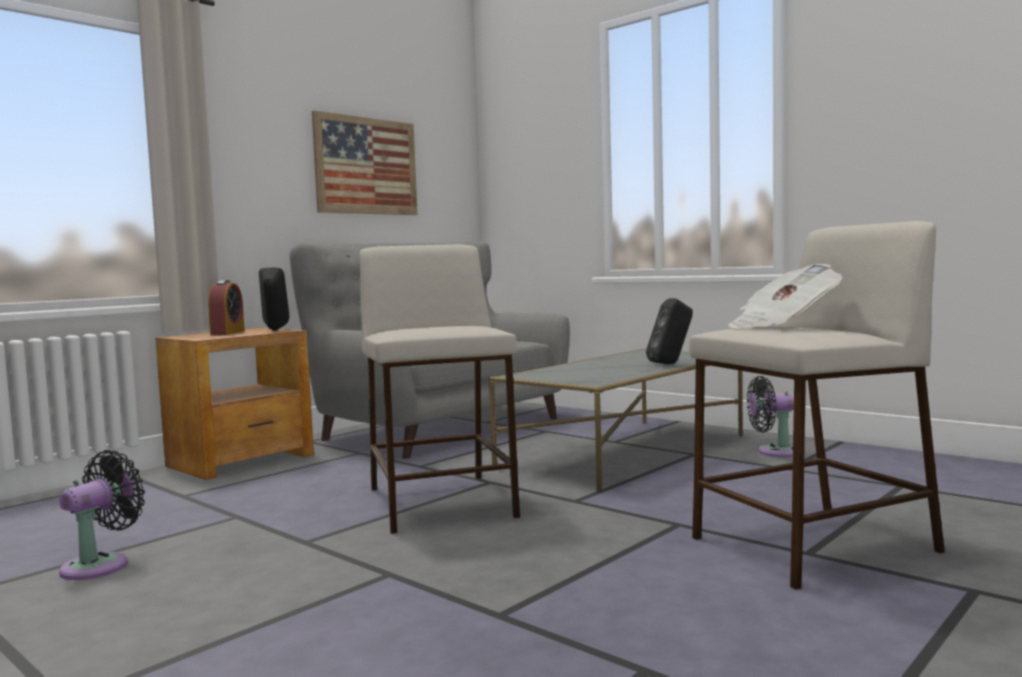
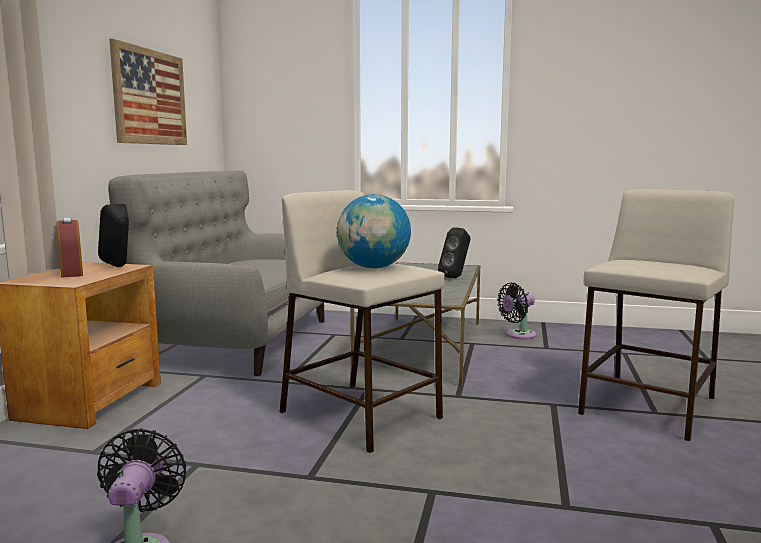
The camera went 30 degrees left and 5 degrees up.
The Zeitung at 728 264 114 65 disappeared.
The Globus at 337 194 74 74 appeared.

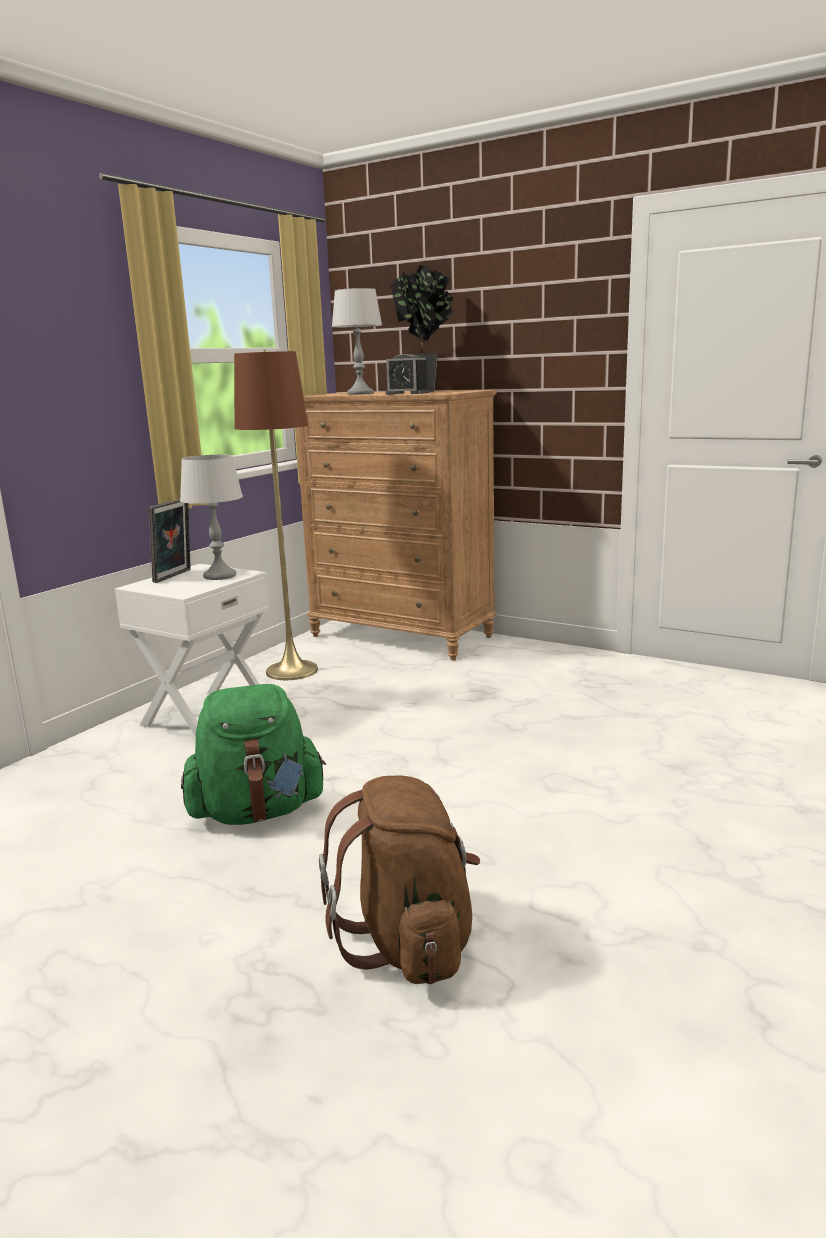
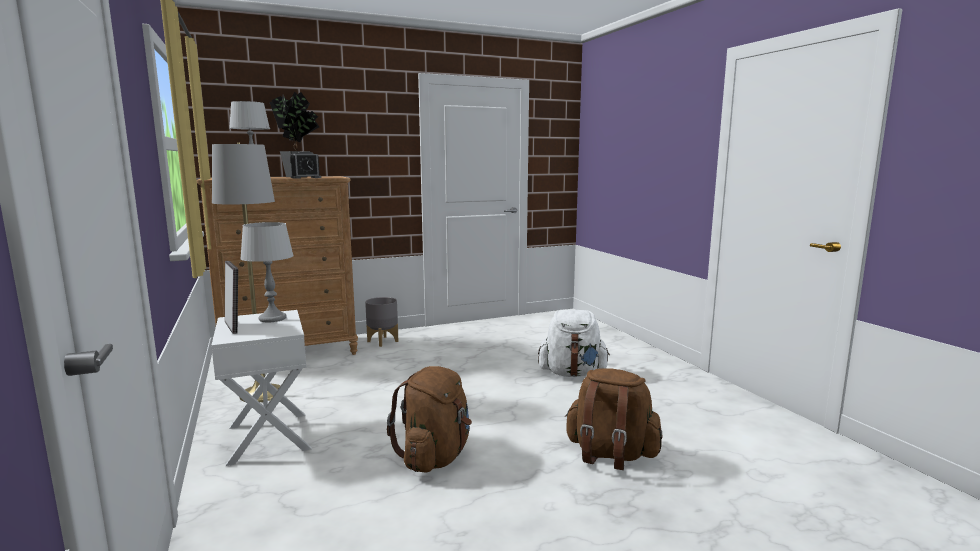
The camera went 55 degrees left and 5 degrees down.
The Stehlampe/braun at 234 350 84 330 became the Stehlampe/grau at 212 142 69 260.
The Rucksack/grün at 181 684 145 141 became the Rucksack/braun at 387 366 85 107.
The Pflanzkübel/grau at 365 297 33 50 appeared.
The Rucksack/weiß at 538 309 72 68 appeared.

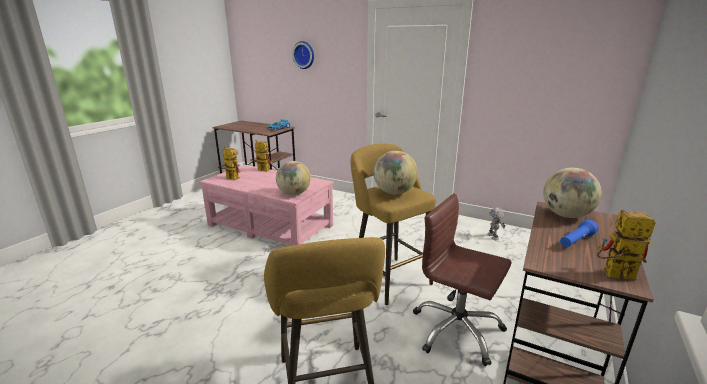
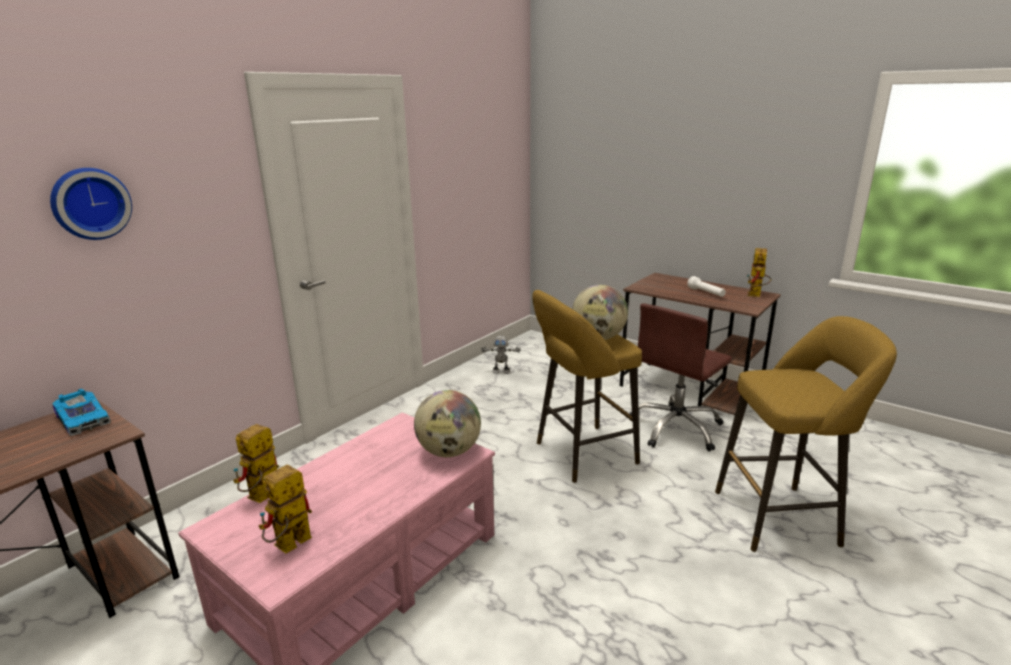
The camera went 80 degrees left and 0 degrees up.
The Globus at 543 168 59 50 disappeared.
The Taschenlampe/blau at 560 220 39 27 became the Taschenlampe/weiß at 687 276 39 21.

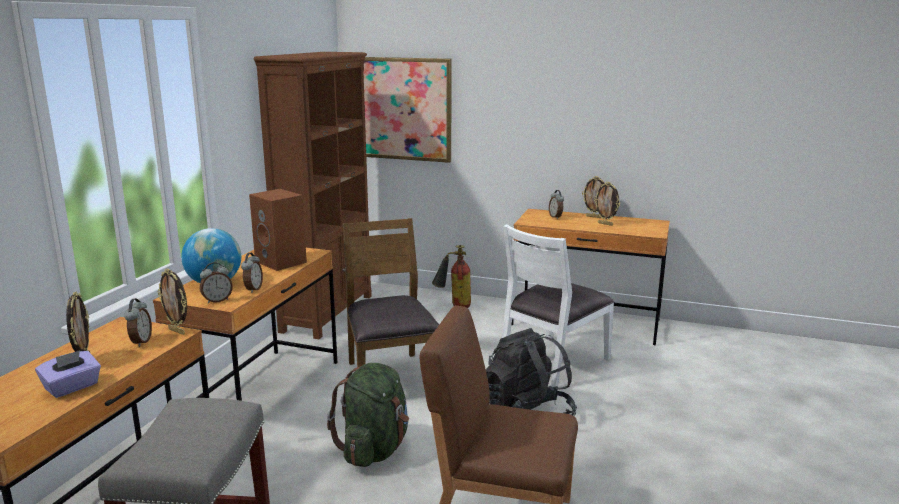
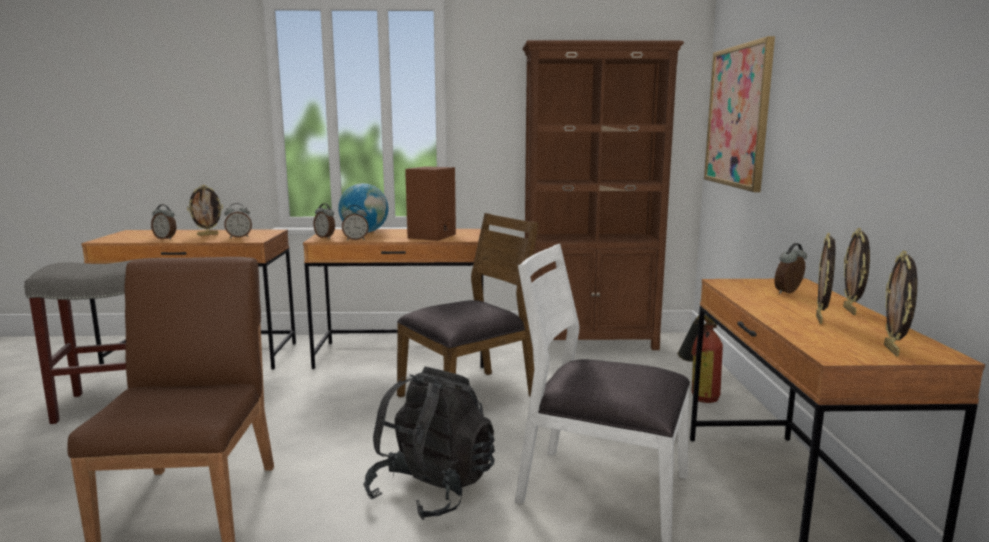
The camera went 70 degrees right and 5 degrees down.
The Bilderrahmen moved from 158 268 29 67 to 884 251 33 105.
The Taschentuchbox/lila at 35 350 66 48 was replaced by the Wecker at 151 204 26 36.
The Rucksack/grün at 327 363 82 104 disappeared.

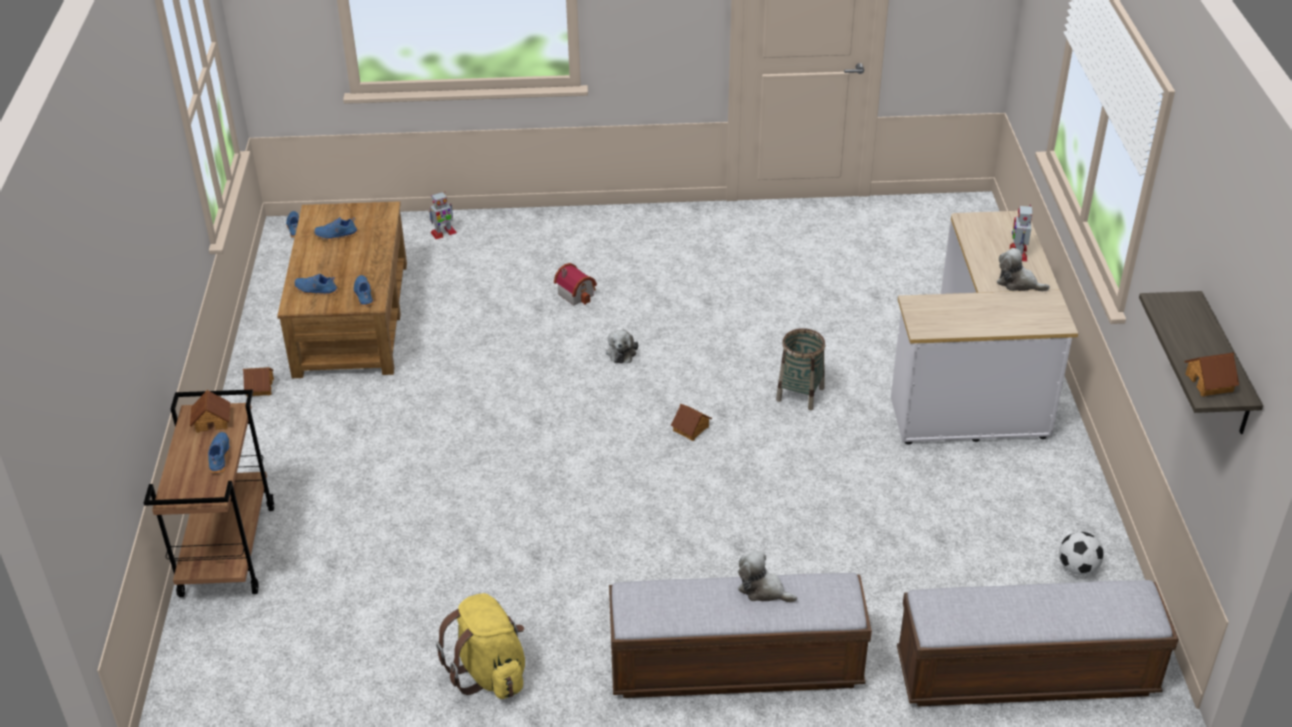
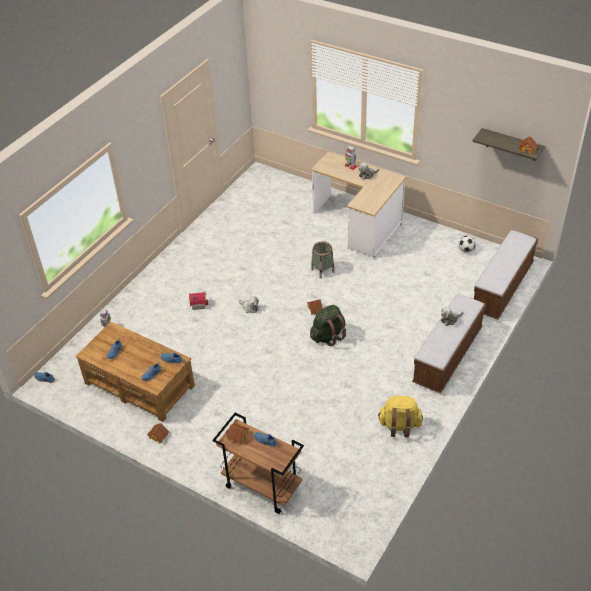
The camera went 55 degrees left and 5 degrees up.
The Rucksack/grün at 310 305 36 42 appeared.

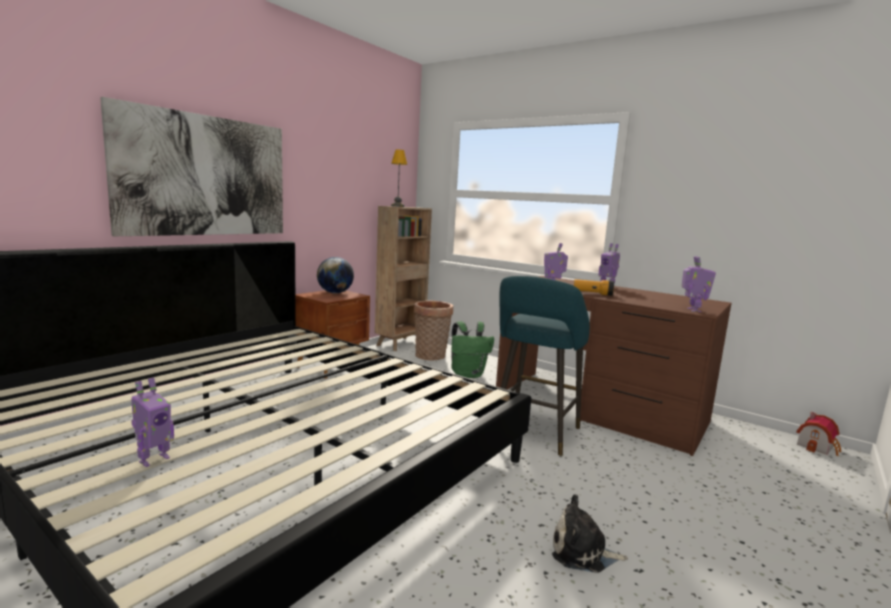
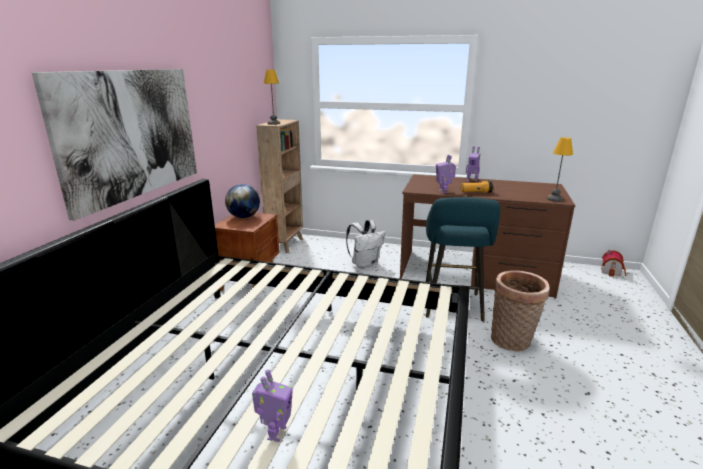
The camera went 20 degrees left and 10 degrees up.
The Spielzeugroboter at 681 256 35 56 was replaced by the Tischlampe at 547 137 26 65.
The Korb moved from 414 300 39 60 to 491 270 59 81.
The Rucksack/grün at 451 321 43 57 became the Rucksack/weiß at 346 220 39 49.
The Plüschtier at 553 494 75 79 disappeared.

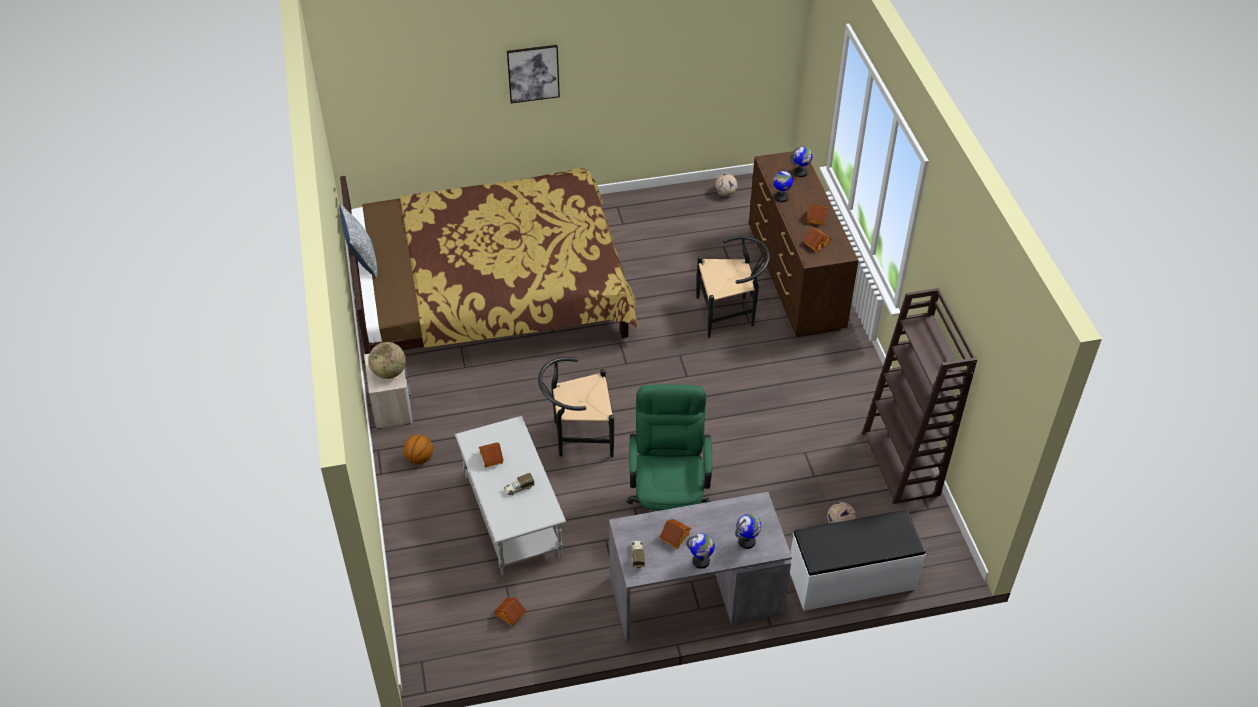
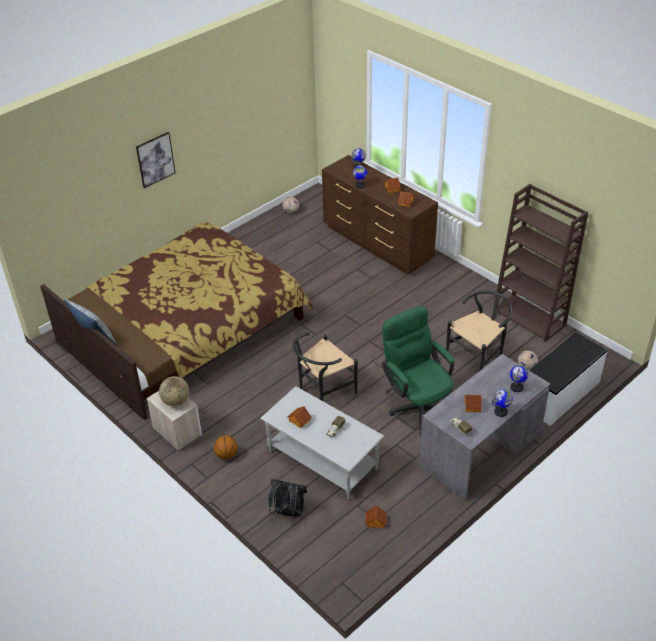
The camera went 30 degrees left and 5 degrees down.
The Stuhl/schwarz moved from 696 236 74 102 to 446 291 66 79.
The Rucksack/schwarz at 268 479 39 39 appeared.

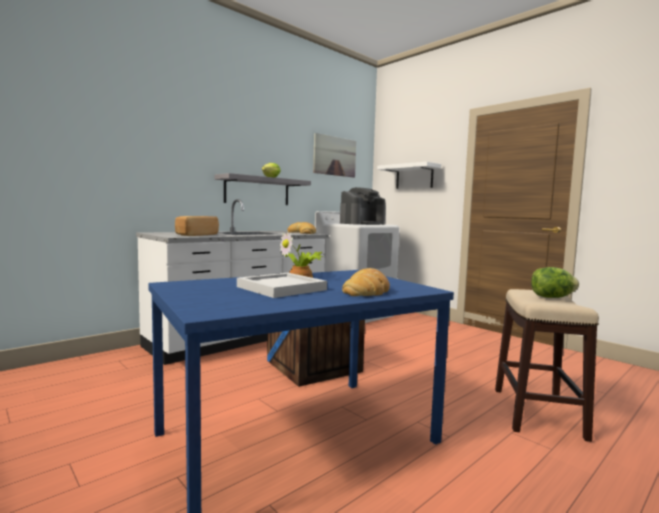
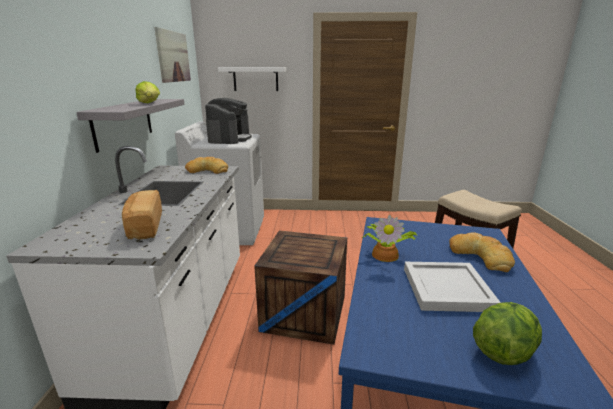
The camera went 45 degrees left and 15 degrees up.
The Salatkopf moved from 531 267 48 31 to 473 302 69 63.

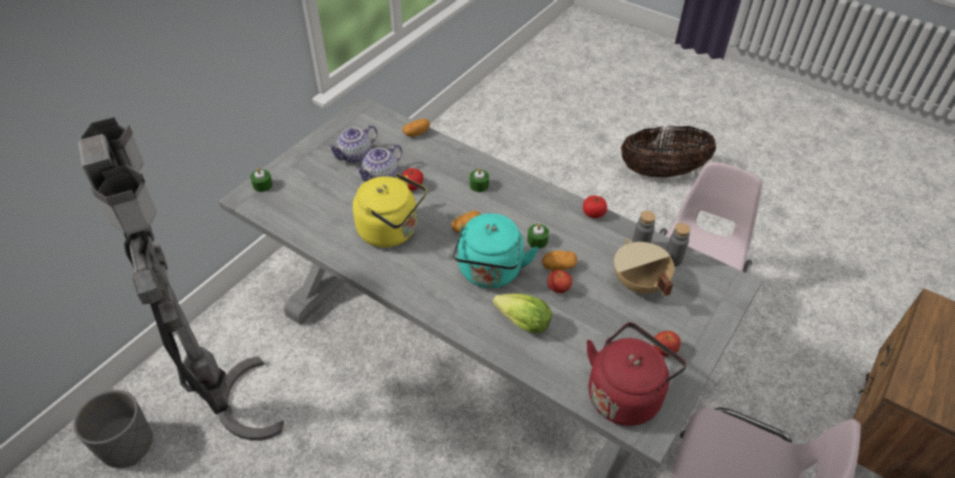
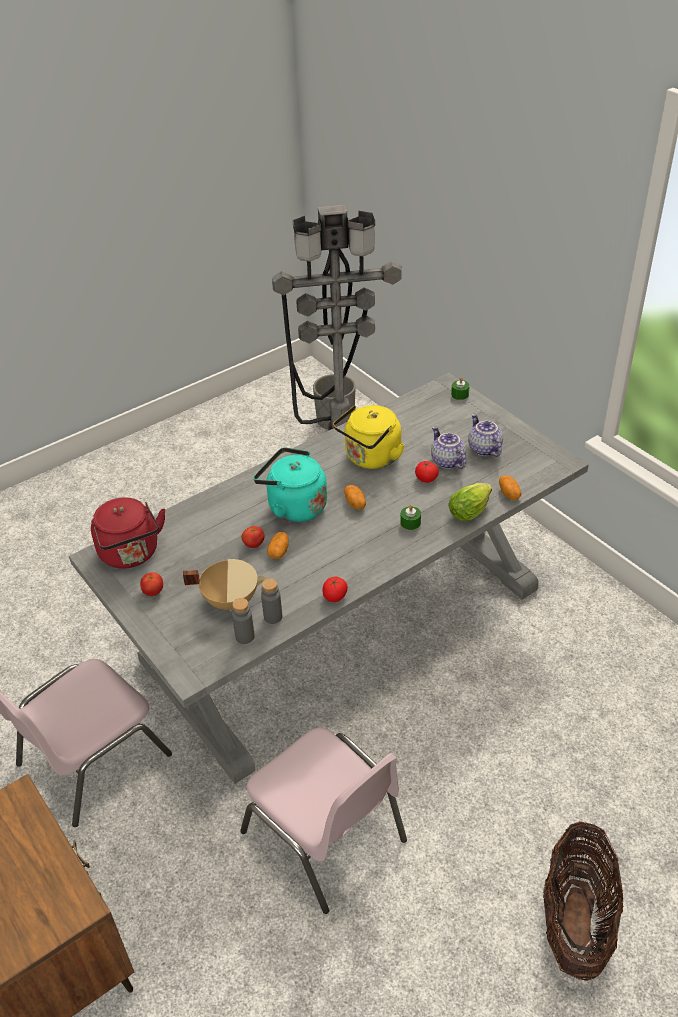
The camera went 110 degrees right and 5 degrees down.
The Kerze/grün at 527 223 22 26 disappeared.
The Salatkopf moved from 493 293 59 40 to 448 483 44 38.

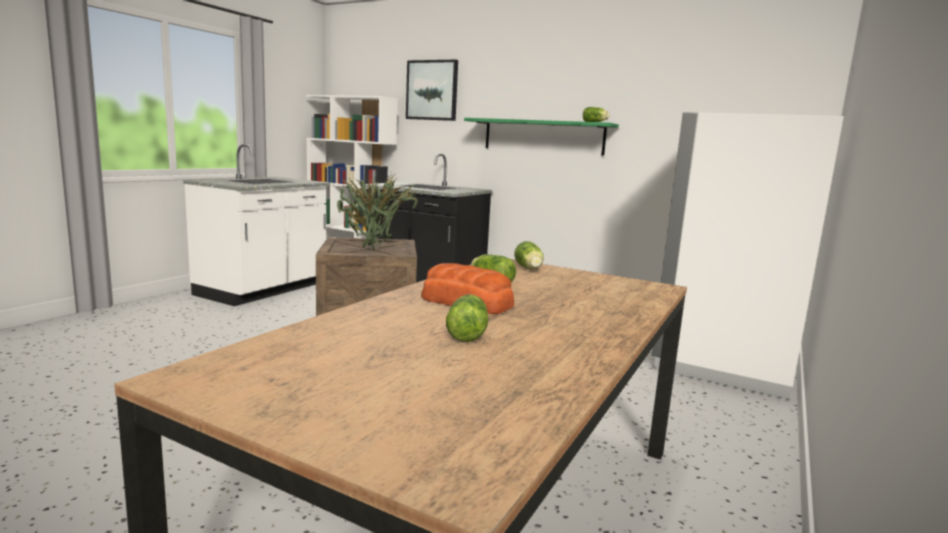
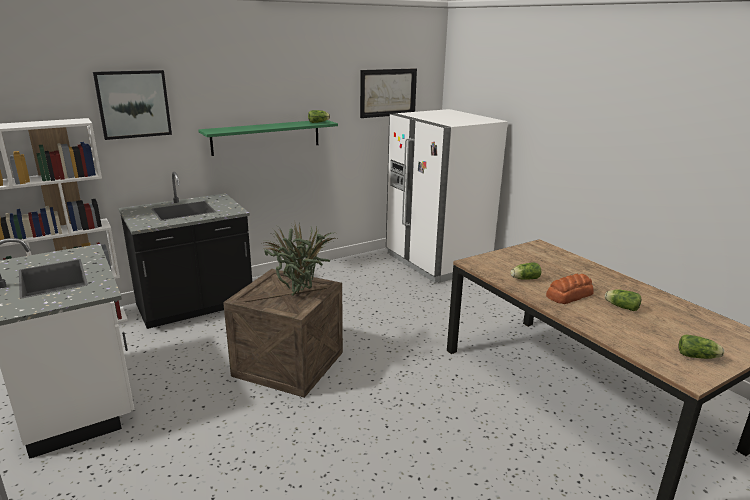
The camera went 60 degrees left and 10 degrees up.
The Salatkopf moved from 514 241 30 28 to 678 334 46 25.
The Bild at 360 68 57 50 appeared.

